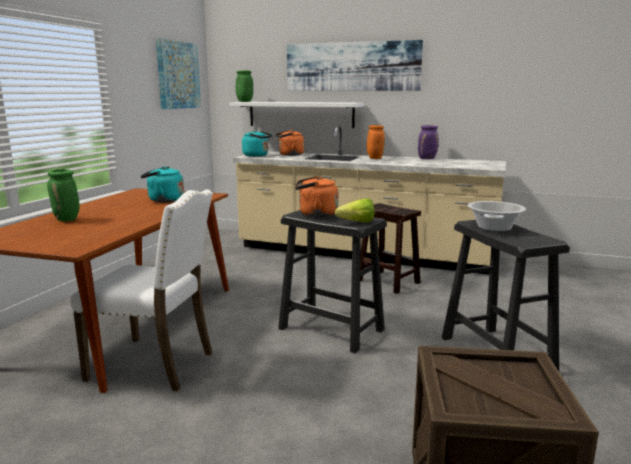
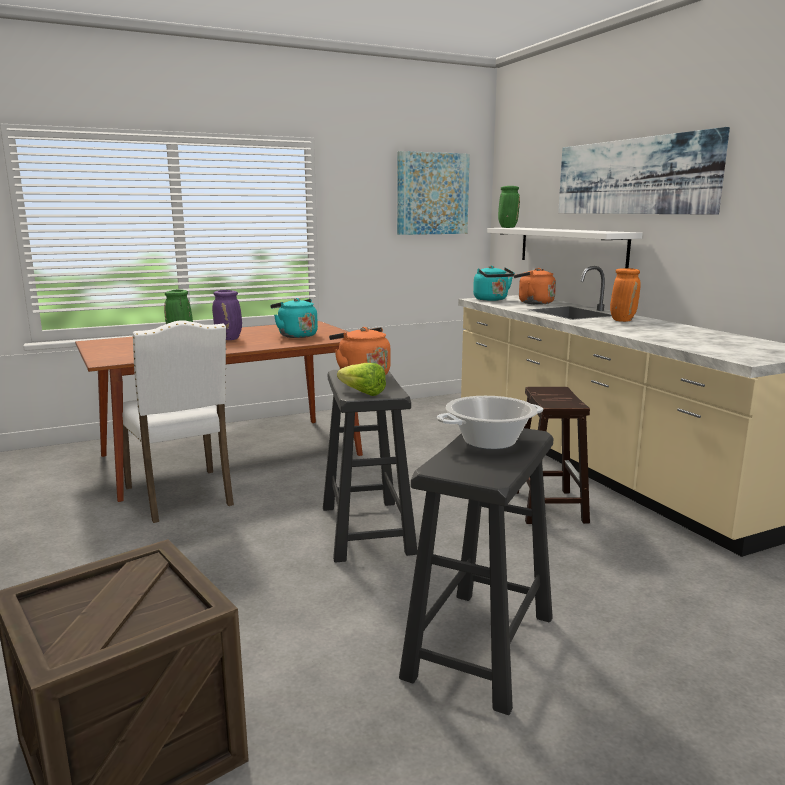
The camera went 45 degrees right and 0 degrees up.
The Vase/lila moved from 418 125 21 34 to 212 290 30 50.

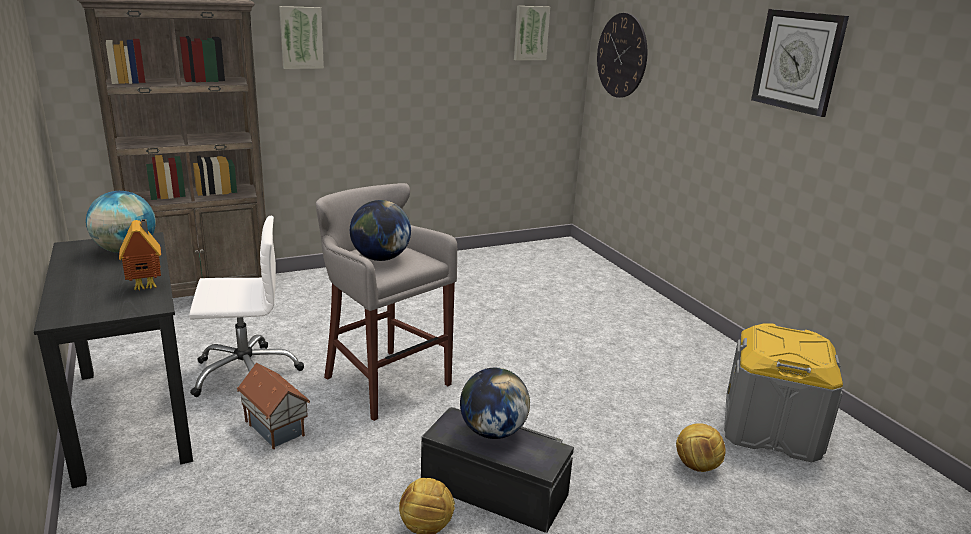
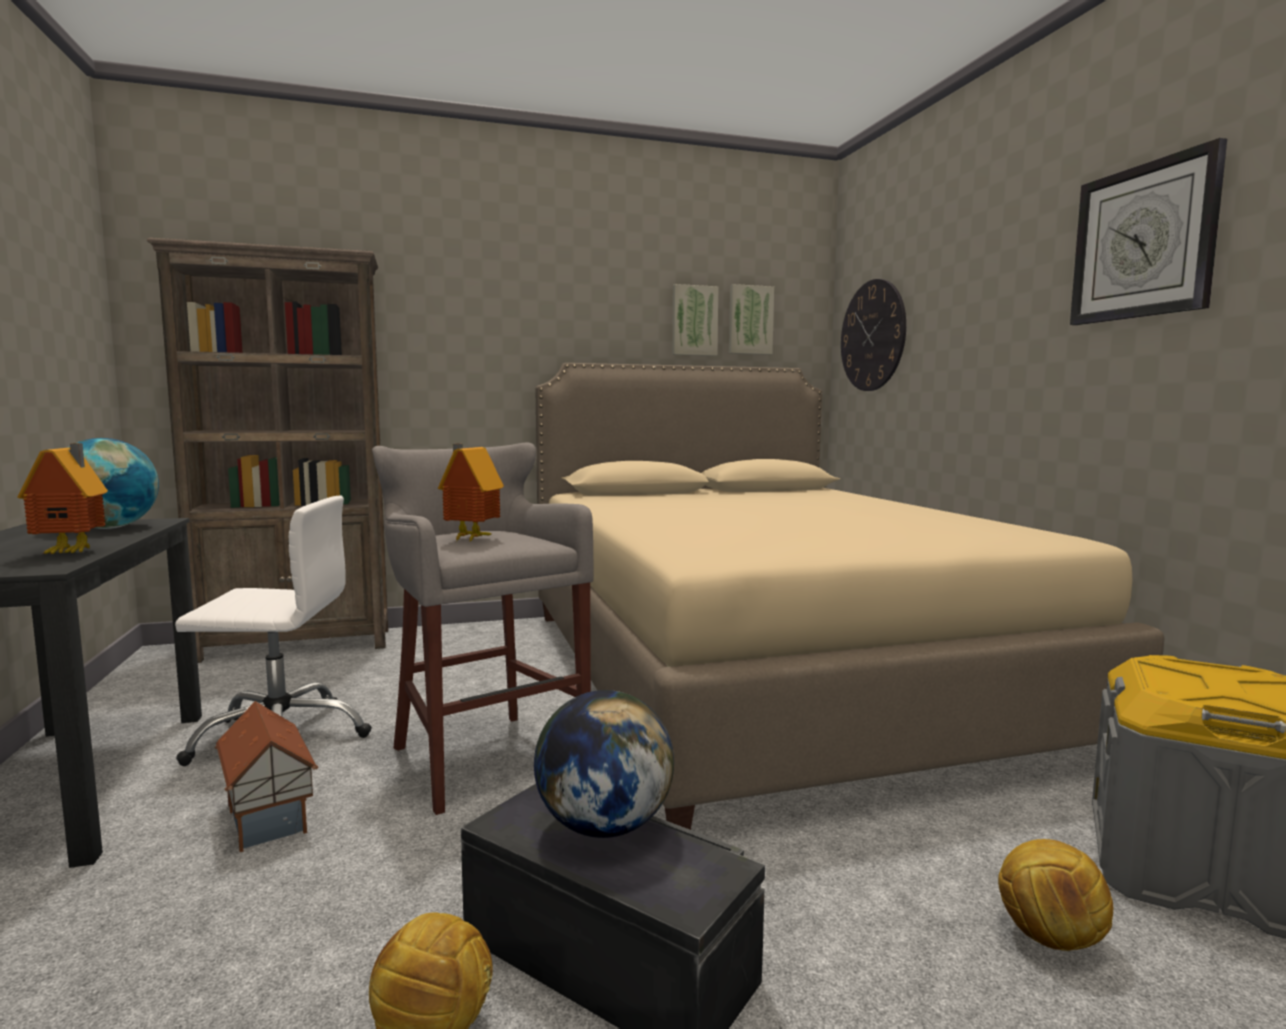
The camera went 10 degrees right and 15 degrees down.
The Bild moved from 279 6 45 63 to 672 284 47 72.
The Globus at 350 200 61 61 was replaced by the Spielzeughaus at 438 444 66 99.
The Bett/beige at 535 363 630 467 appeared.

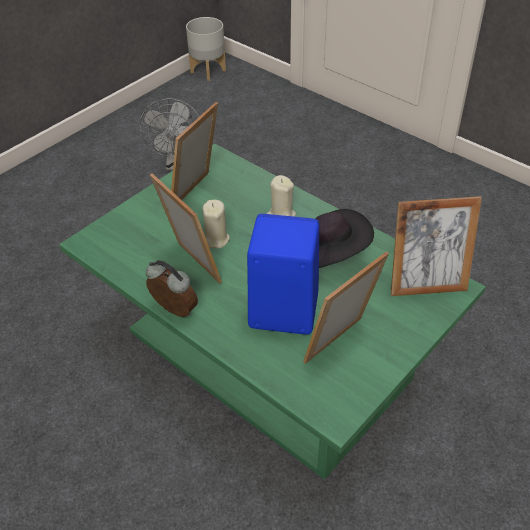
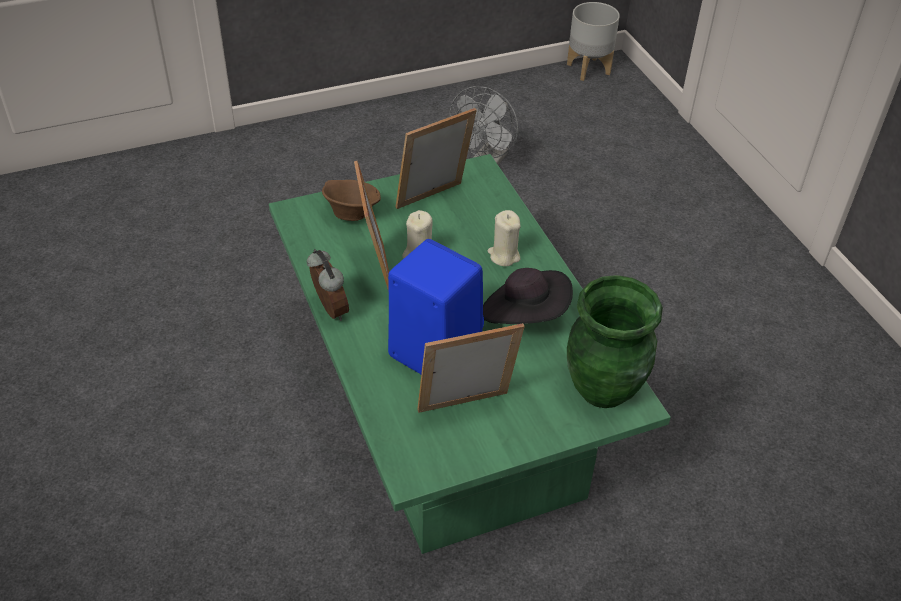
The camera went 25 degrees right and 0 degrees up.
The Bilderrahmen at 391 196 91 100 was replaced by the Vase/grün at 567 275 96 133.
The Schüssel/braun at 322 180 59 41 appeared.

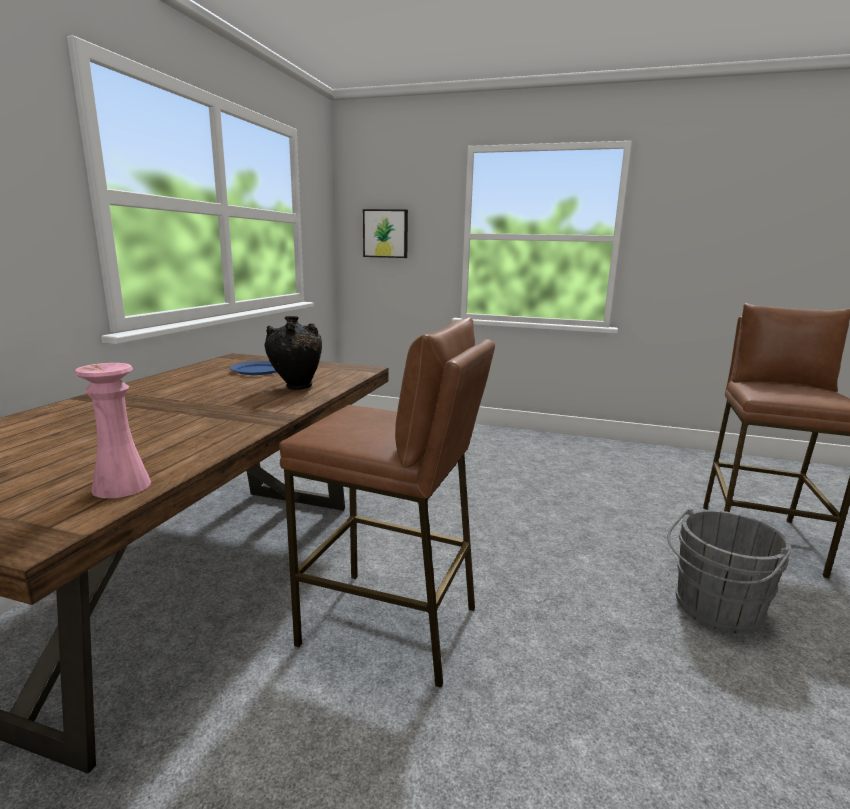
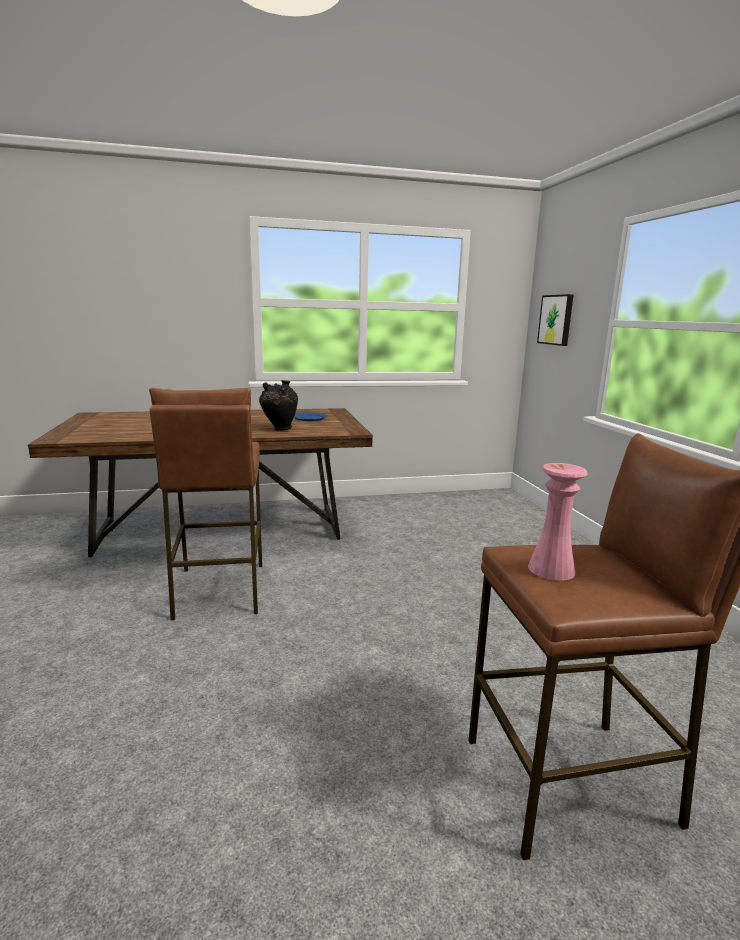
The camera went 60 degrees right and 0 degrees up.
The Vase/rosa moved from 74 363 77 135 to 528 463 60 118.
The Eimer/grau at 667 508 124 126 disappeared.

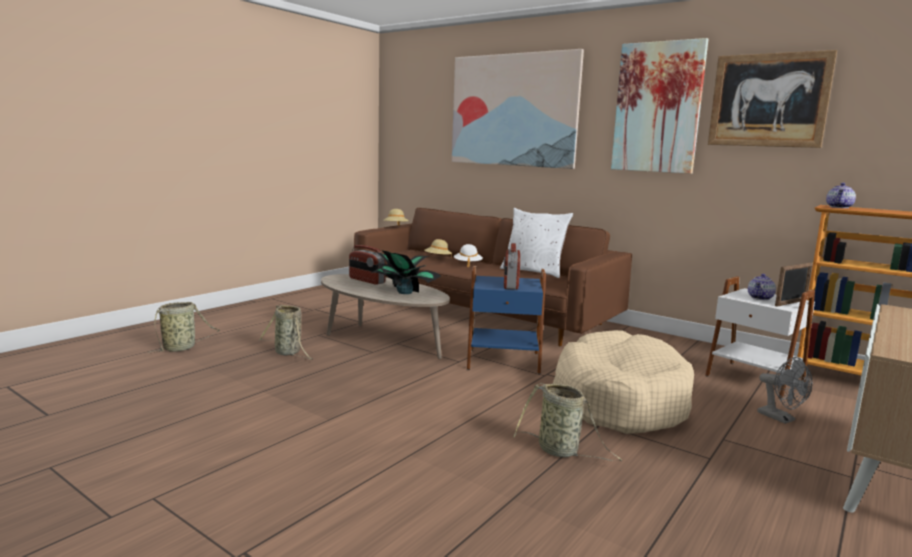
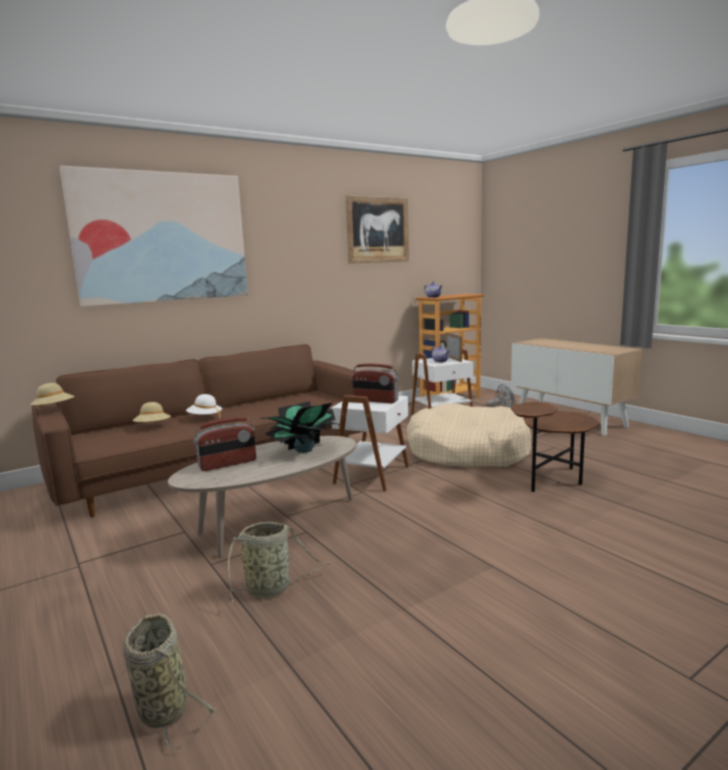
The camera went 70 degrees left and 0 degrees up.
The Bild at 611 38 98 136 disappeared.
The Kissen/weiß at 500 208 73 70 disappeared.
The Beistelltisch/blau at 467 265 79 109 became the Beistelltisch/weiß at 331 395 78 96.
The Korb at 513 383 109 78 was replaced by the Beistelltisch/braun at 511 402 88 90.

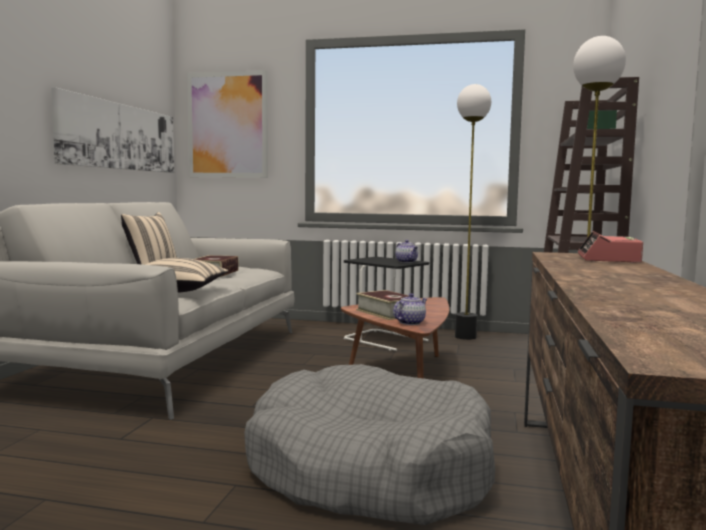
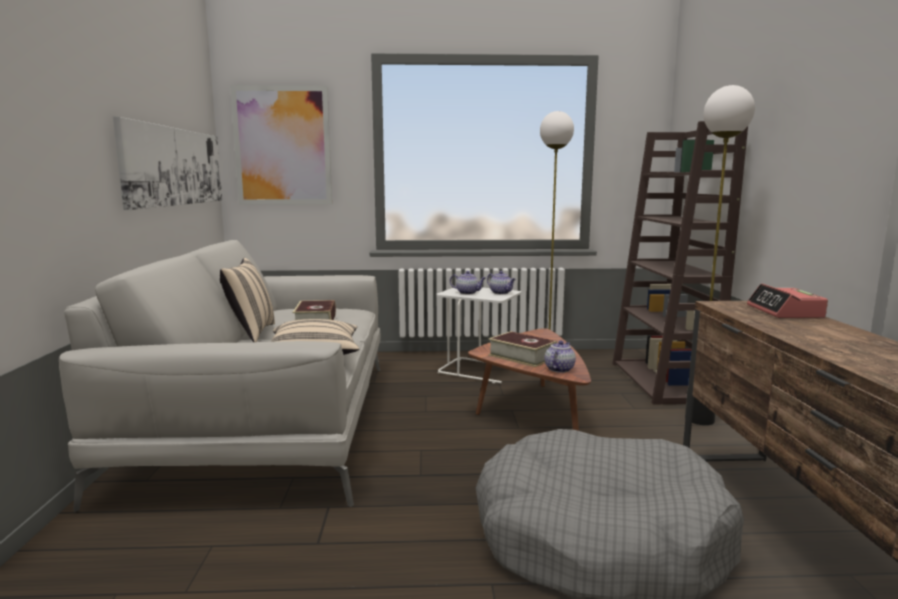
The camera went 15 degrees left and 5 degrees up.
The Beistelltisch/schwarz at 344 257 85 94 became the Beistelltisch/weiß at 436 288 85 95.
The Teekanne at 450 271 36 23 appeared.

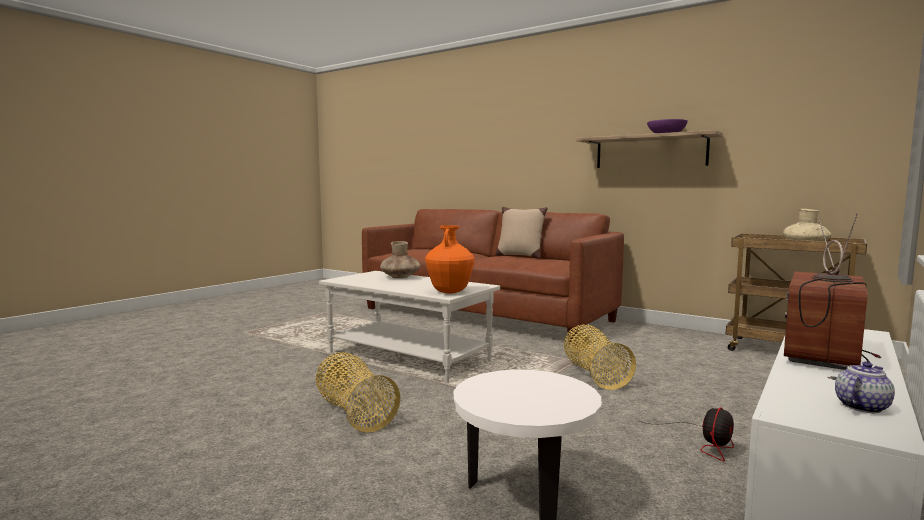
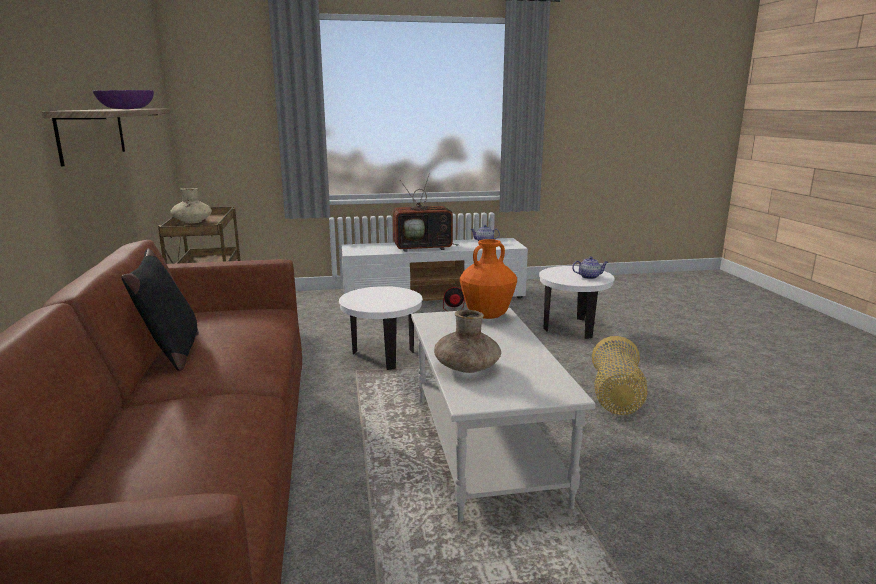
The camera went 135 degrees left and 10 degrees up.
The Kissen/beige at 495 207 52 52 became the Kissen/schwarz at 122 249 77 122.
The Korb at 564 324 72 66 was replaced by the Beistelltisch/weiß at 339 286 84 84.
The Teekanne at 572 257 36 22 appeared.

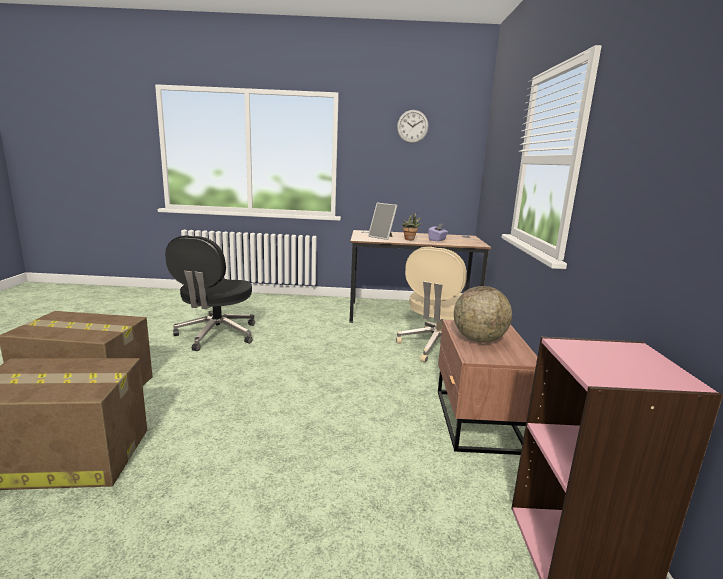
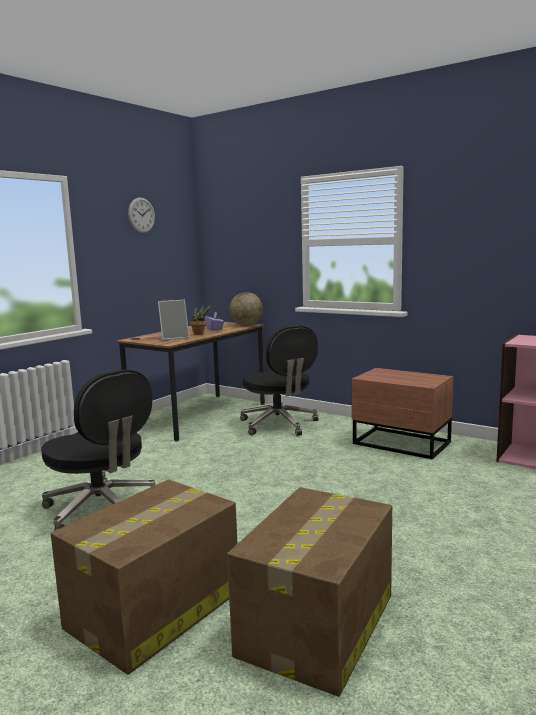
The camera went 55 degrees left and 5 degrees down.
The Bürostuhl/beige at 396 247 71 116 became the Bürostuhl/schwarz at 240 326 78 110.
The Globus moved from 454 286 58 57 to 230 292 33 34.

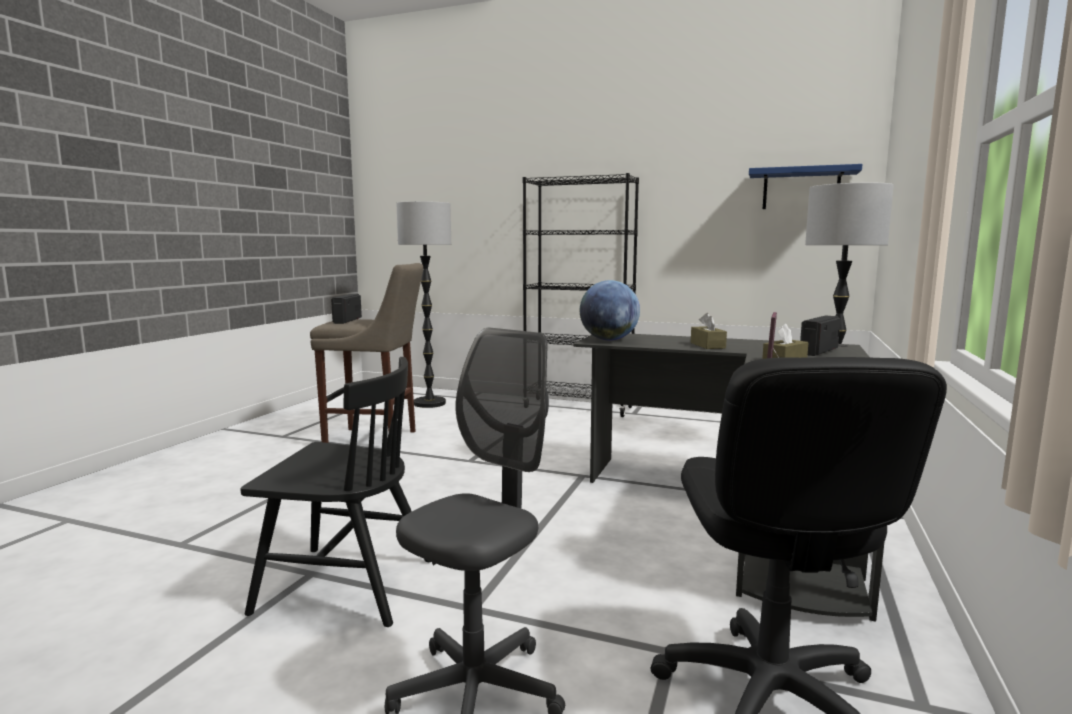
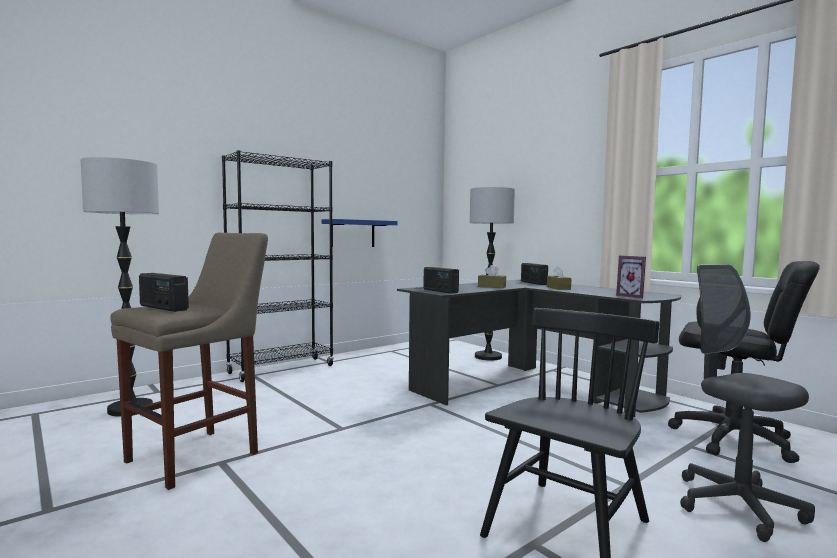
The camera went 60 degrees left and 5 degrees down.
The Wandregal/blau moved from 749 164 114 45 to 321 219 77 28.
The Globus at 580 280 60 60 was replaced by the Radio at 423 267 36 27.

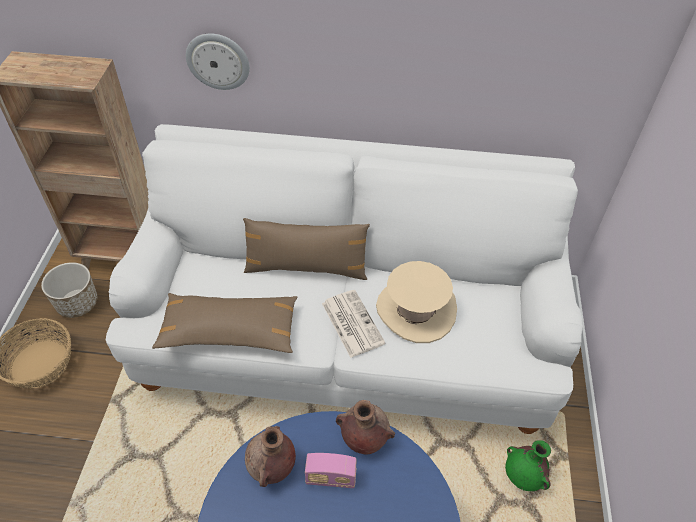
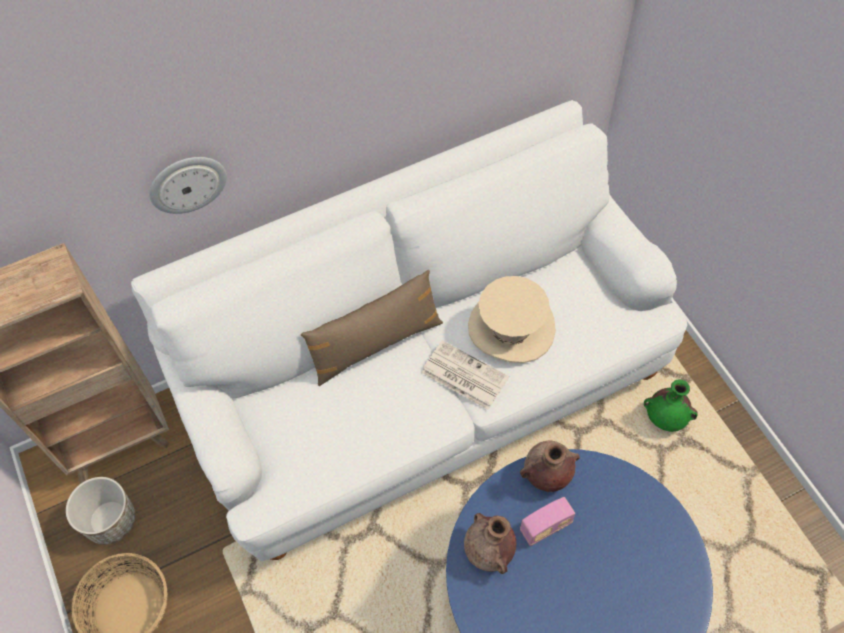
The camera went 30 degrees left and 10 degrees up.
The Kissen/braun at 152 293 145 60 disappeared.

